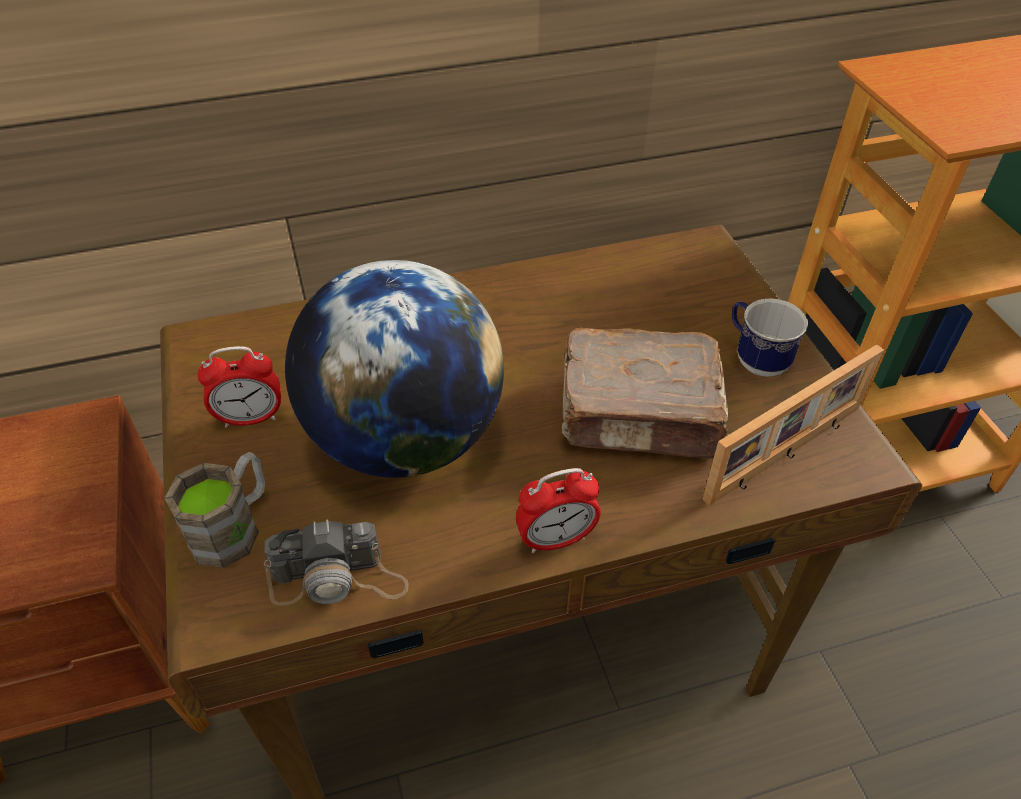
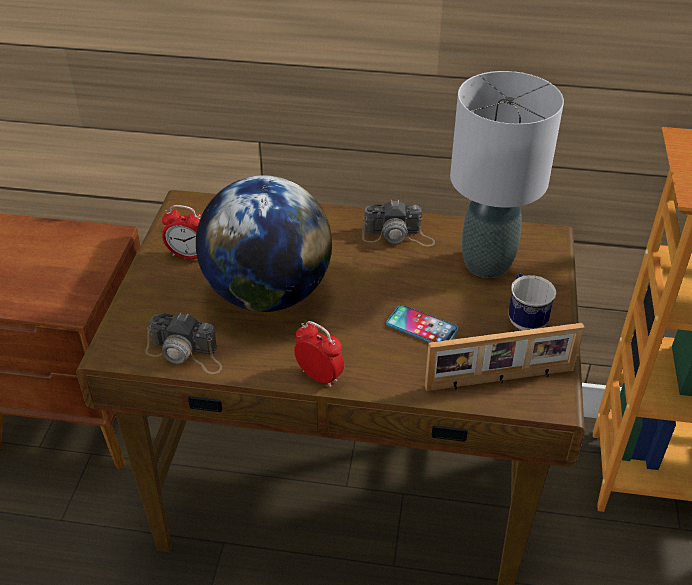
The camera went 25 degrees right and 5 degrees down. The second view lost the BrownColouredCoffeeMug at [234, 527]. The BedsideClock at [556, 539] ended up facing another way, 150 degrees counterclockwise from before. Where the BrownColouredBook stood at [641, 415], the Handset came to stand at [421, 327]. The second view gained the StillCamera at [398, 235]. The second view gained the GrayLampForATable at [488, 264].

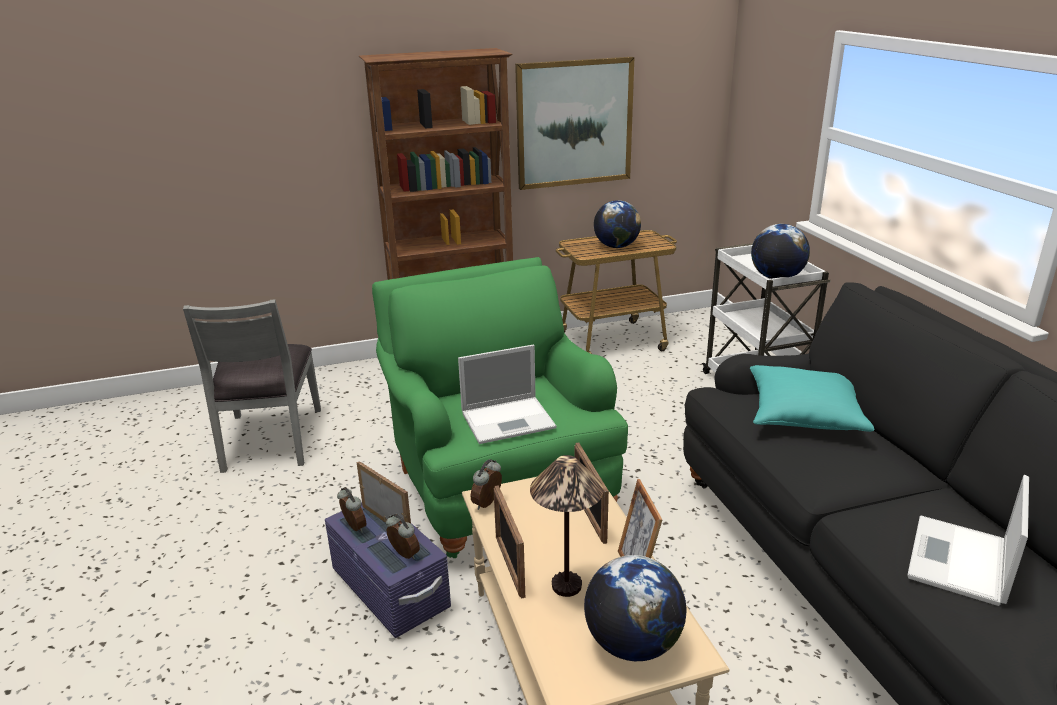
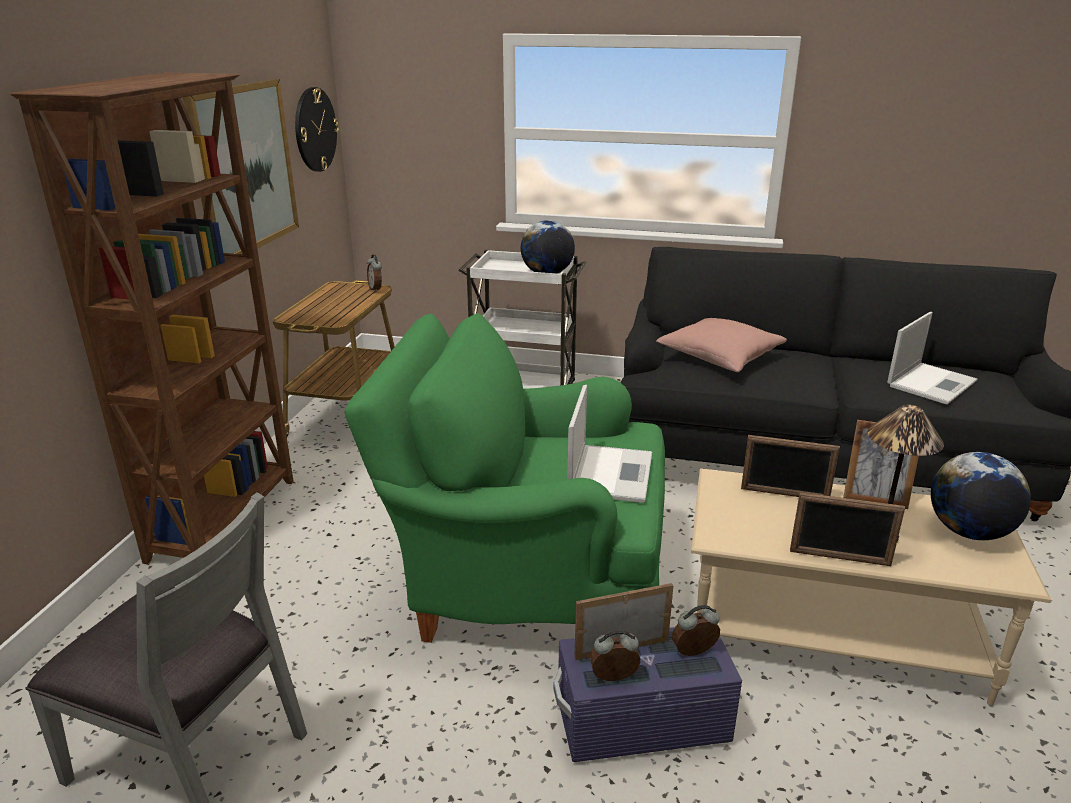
The camera went 60 degrees left and 0 degrees up. The BedsideClock ended up elsewhere, having gone from [488, 504] to [376, 289]. The second view lost the WorldGlobe at [616, 246]. What was the BlueGreenCushion at [804, 414] turned into the PinkColouredCushion at [719, 357]. The NotebookComputer at [959, 562] ended up facing another way, 105 degrees counterclockwise from before. The second view gained the ClockOnTheWall at [315, 130].

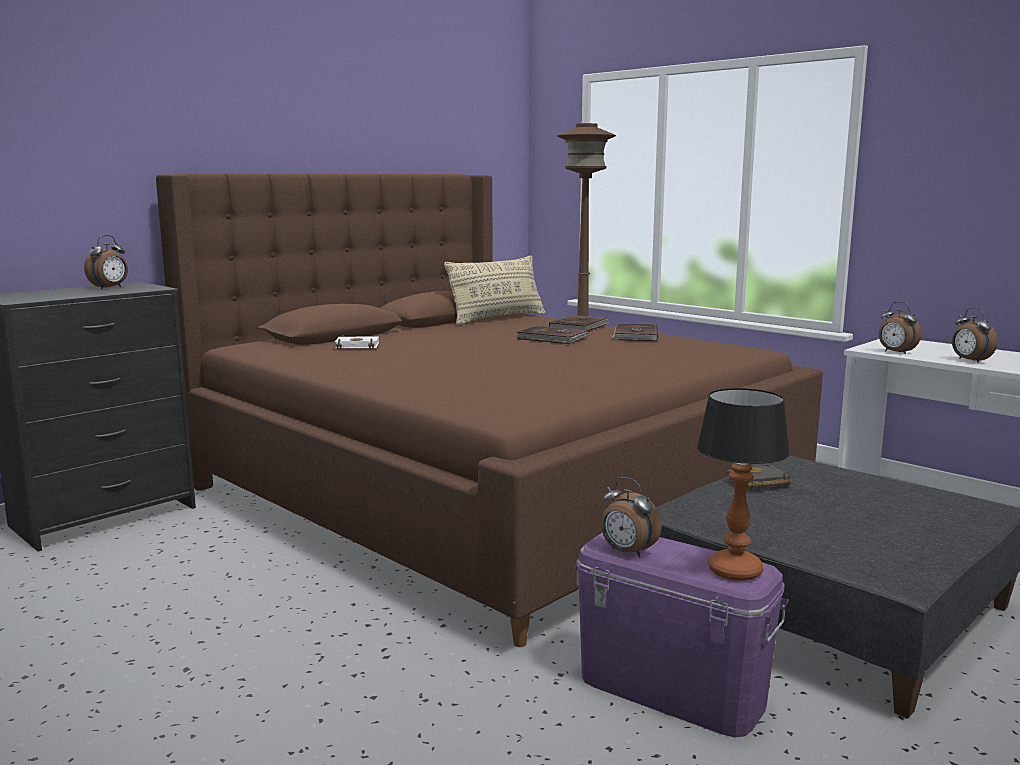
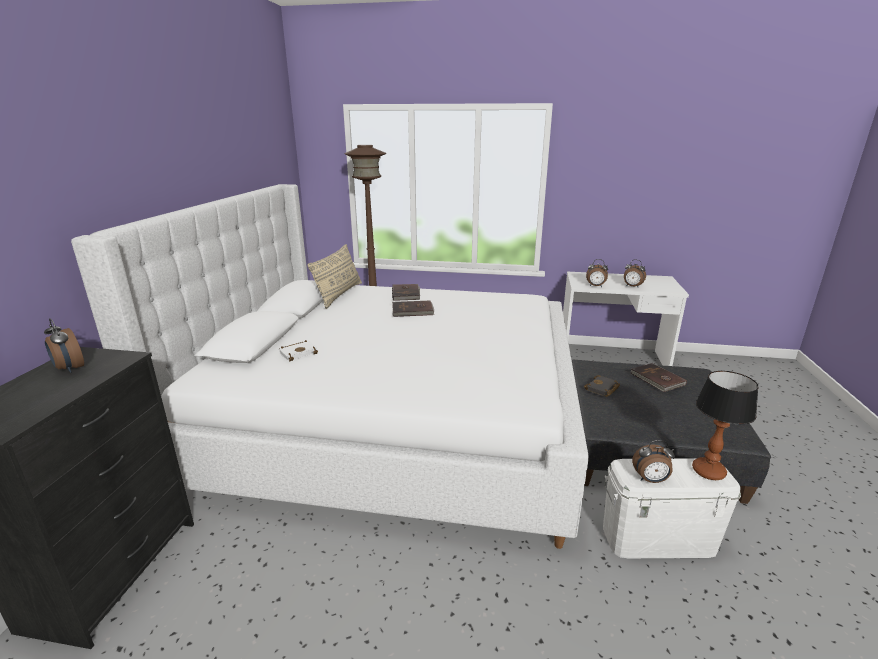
The camera went 35 degrees left and 10 degrees up. The BedsideClock at [110, 288] ended up facing another way, 135 degrees clockwise from before. What was the BrownColouredSleepingBed at [489, 490] turned into the WhiteColouredSleepingBed at [392, 421]. What was the PurpleColouredStorageBox at [672, 690] turned into the WhiteColouredStorageBox at [658, 539]. The BrownColouredBook ended up elsewhere, having gone from [635, 336] to [657, 379].

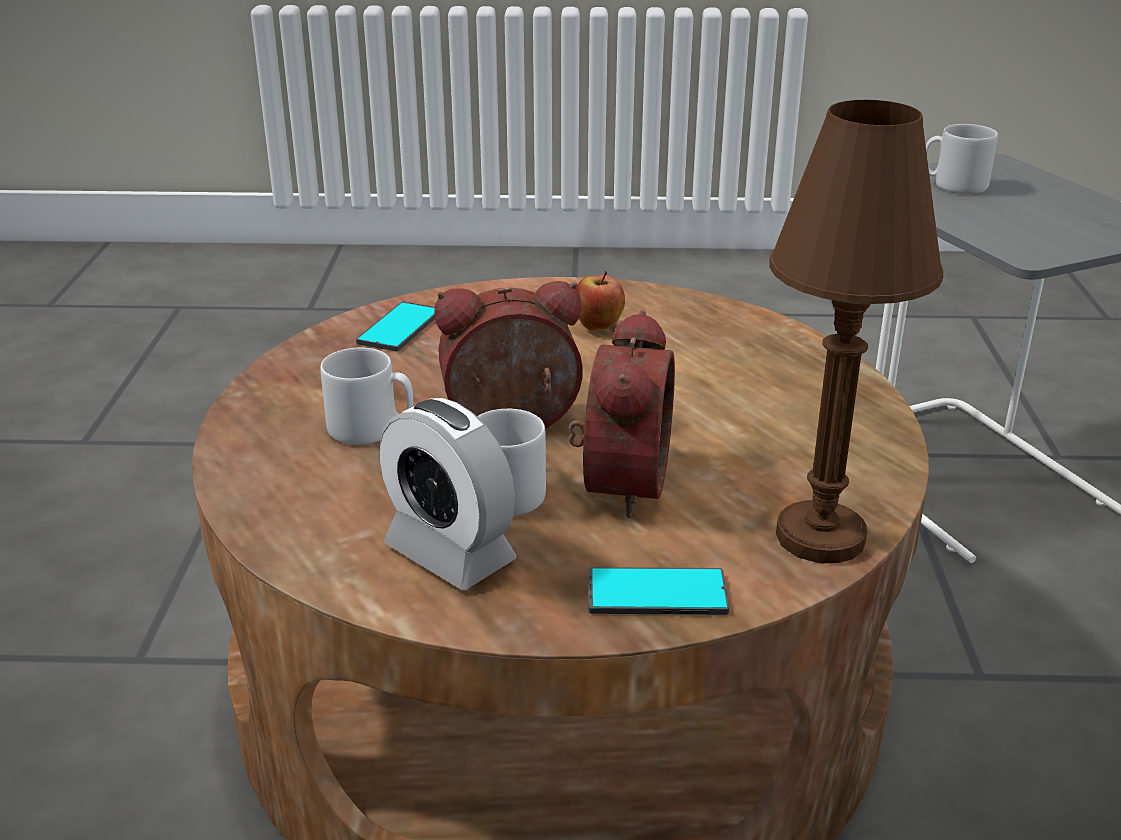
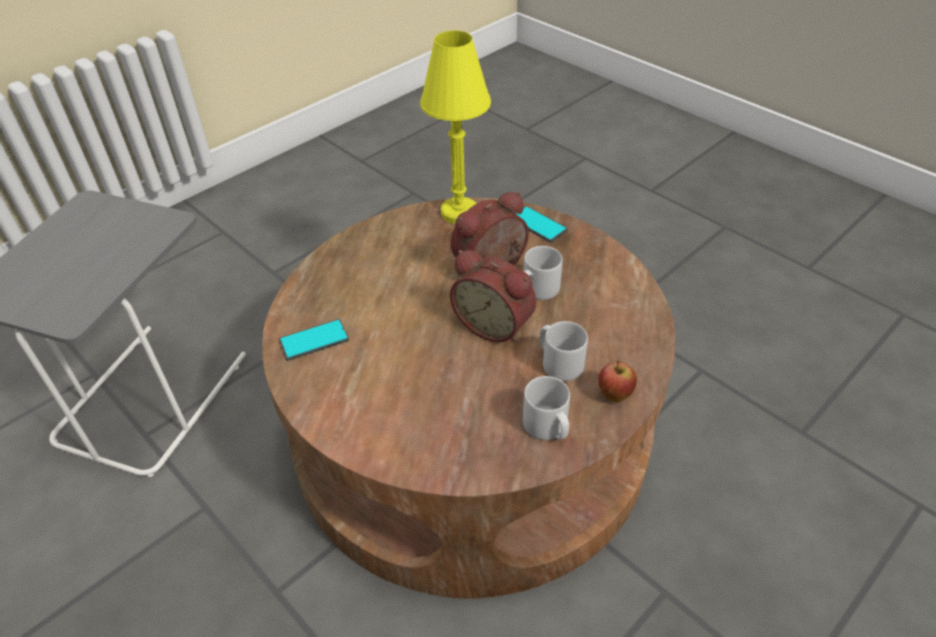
The camera went 135 degrees left and 15 degrees up. The Handset ended up elsewhere, having gone from [399, 328] to [314, 340]. The second view lost the BedsideClock at [449, 553]. The WholeApple ended up elsewhere, having gone from [598, 328] to [614, 395]. What was the BrownColouredLampForATable at [820, 537] turned into the YellowishLampForATable at [459, 212]. The GrayCoffeeMug ended up elsewhere, having gone from [953, 185] to [548, 427].

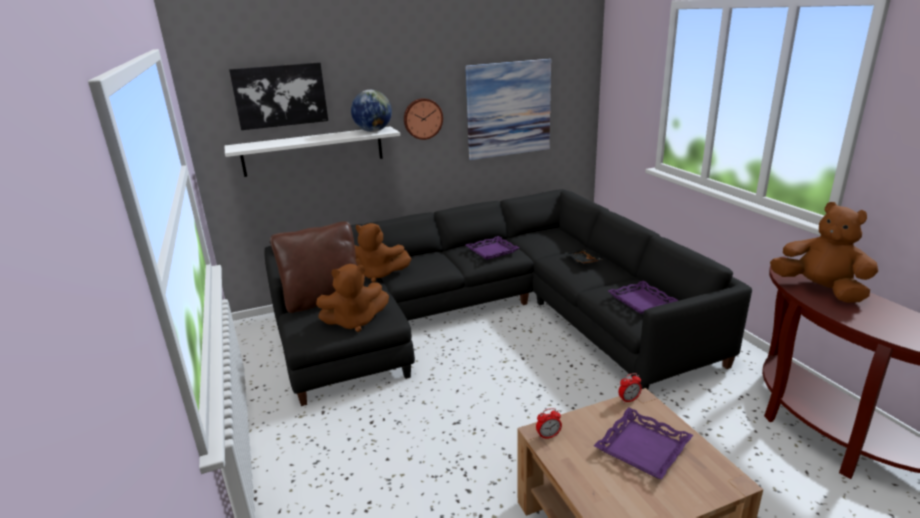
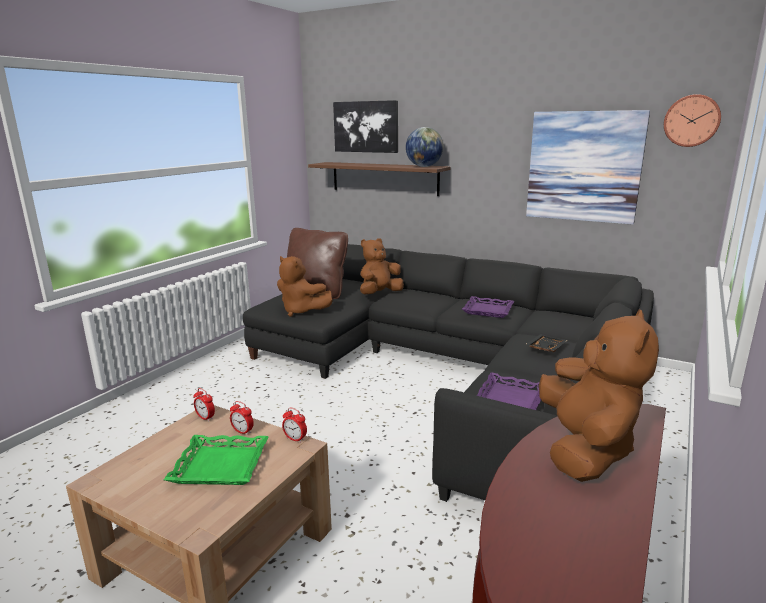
The camera went 50 degrees right and 5 degrees down. What was the WhiteColouredBracketShelf at [313, 151] turned into the BrownColouredBracketShelf at [384, 178]. The BrownColouredCuddlyToy at [379, 274] ended up facing another way, 75 degrees clockwise from before. The ClockOnTheWall ended up elsewhere, having gone from [422, 118] to [691, 121]. What was the PurpleColouredCarryingTray at [642, 447] turned into the GreenColouredCarryingTray at [221, 465]. The second view gained the BedsideClock at [243, 432].

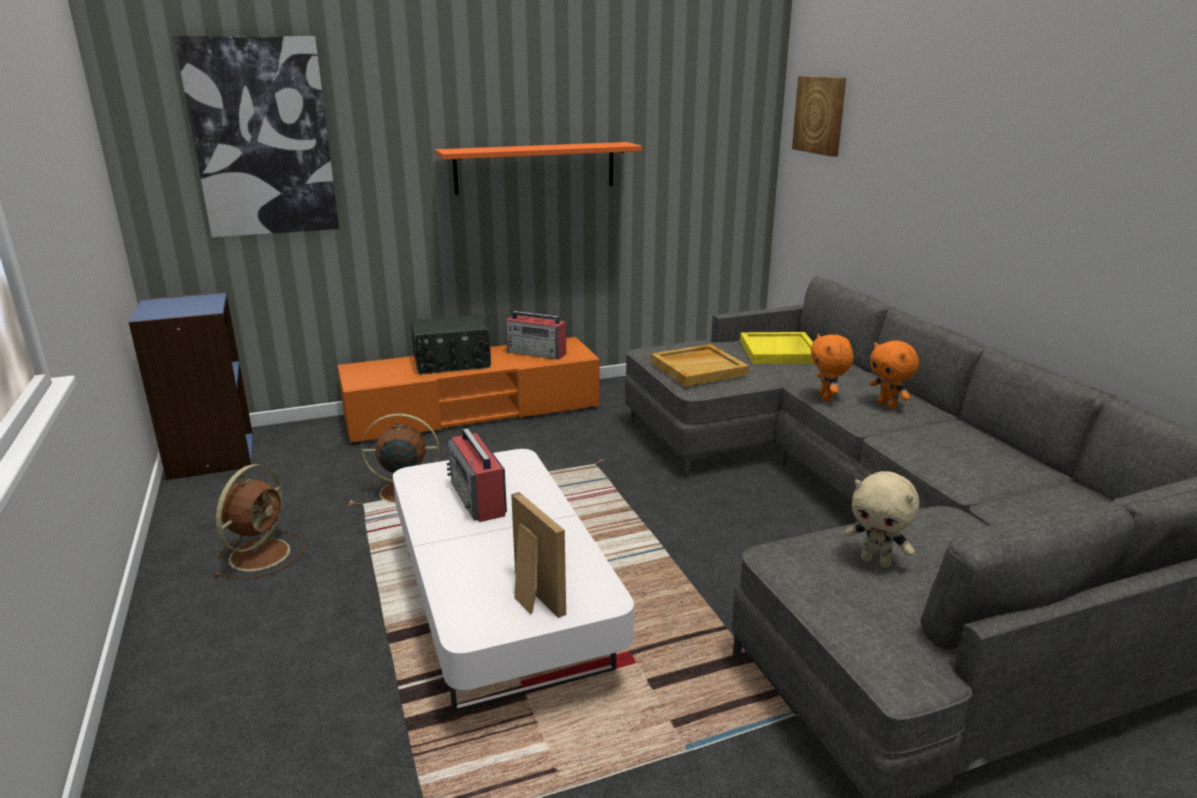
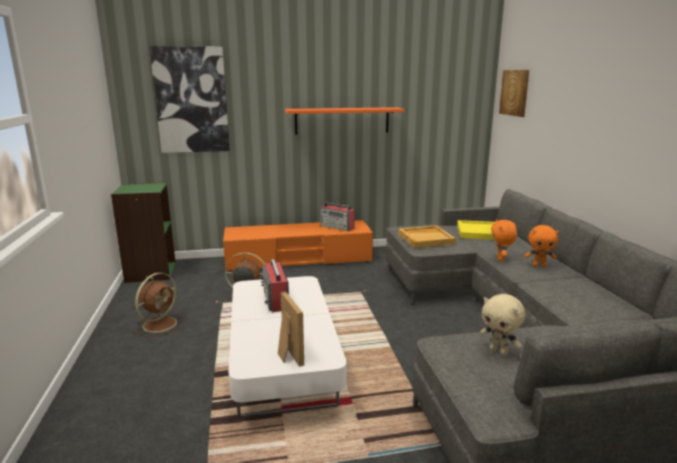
The camera went 10 degrees right and 5 degrees down. What was the BlueColouredBookshelf at [210, 456] turned into the GreenColouredBookshelf at [150, 272]. The second view lost the RadioReceiver at [452, 363]. The OrangeCuddlyToy at [888, 405] ended up facing another way, 60 degrees counterclockwise from before.

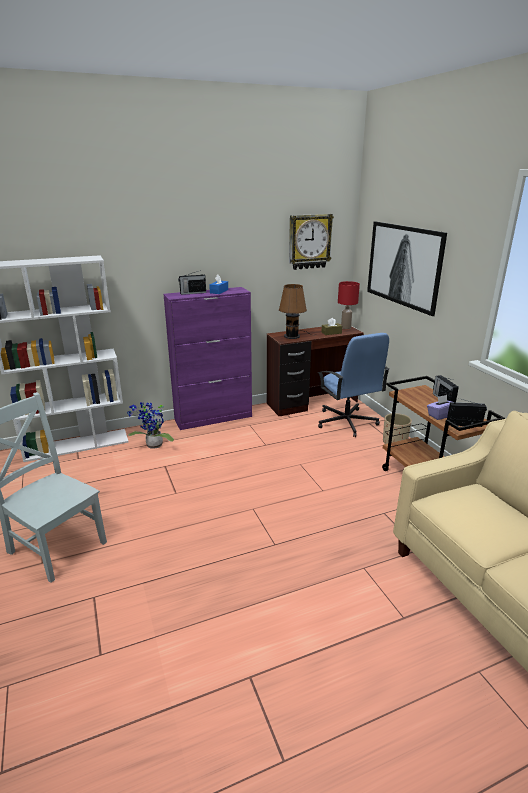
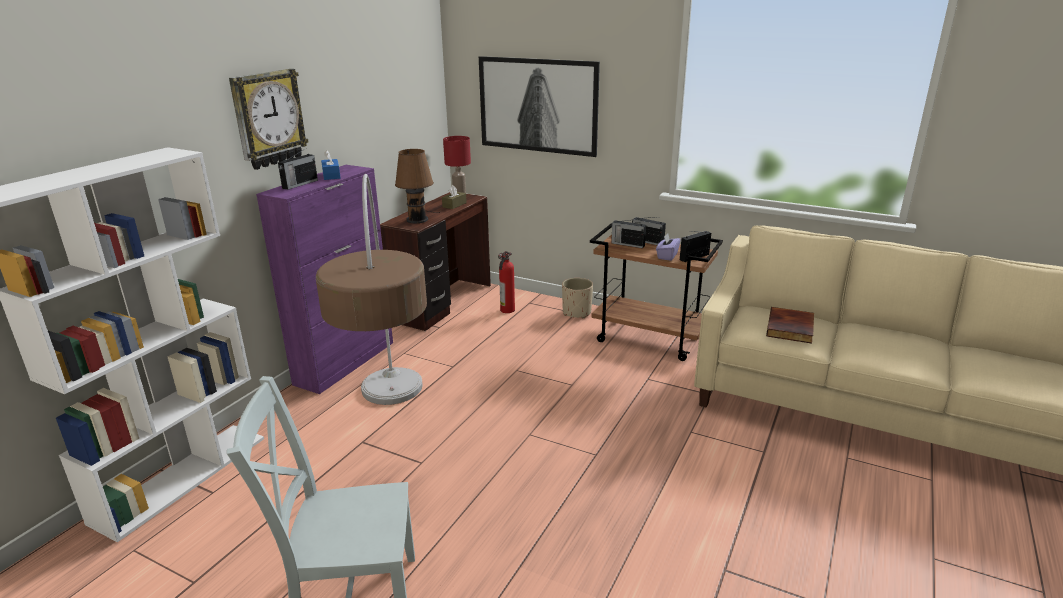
The camera went 40 degrees left and 0 degrees up. The second view lost the PlantInAPot at [153, 446]. The ClockOnTheWall ended up elsewhere, having gone from [309, 241] to [268, 118]. Where the BlueColouredOfficeChair stood at [346, 422], the FireExtinguisher came to stand at [507, 310]. The second view gained the StandardLamp at [394, 437]. The second view gained the RadioReceiver at [627, 244]. The second view gained the Book at [791, 328].

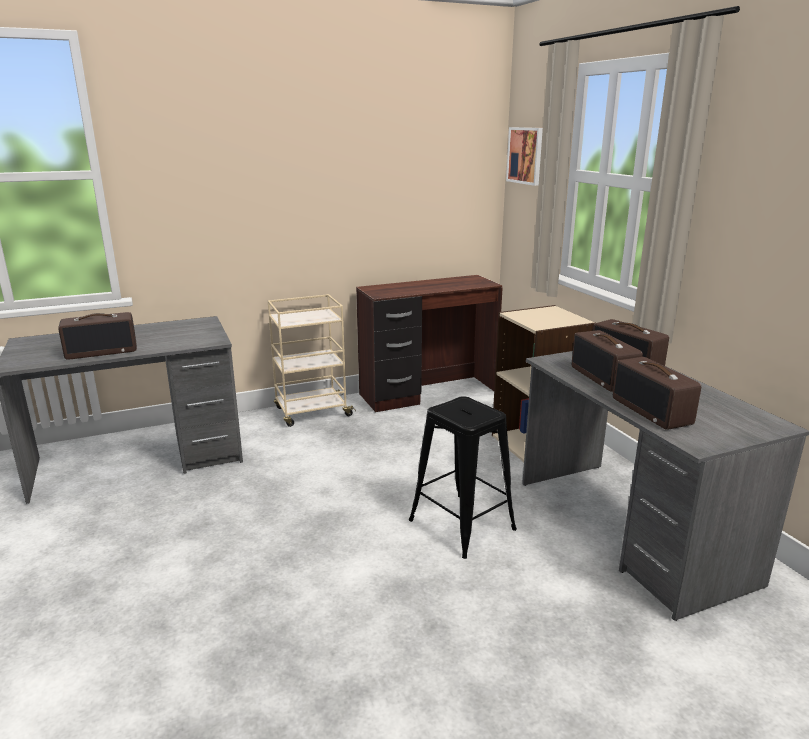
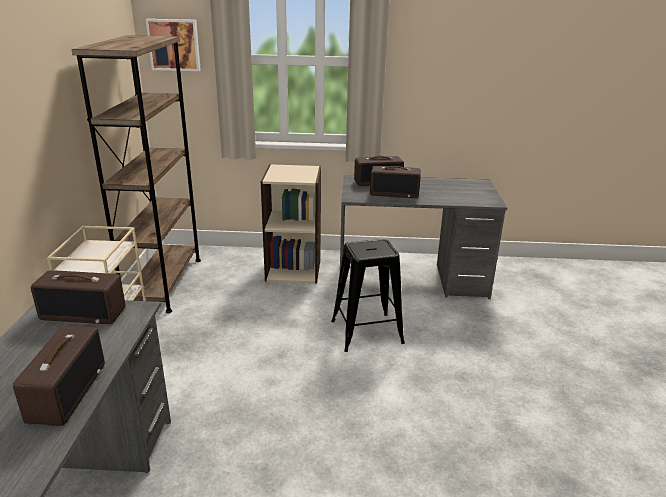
The camera went 65 degrees left and 5 degrees up. Where the BrownColouredDesk stood at [429, 393], the BrownColouredBookshelf came to stand at [164, 283]. The RadioReceiver ended up elsewhere, having gone from [652, 411] to [84, 313].

